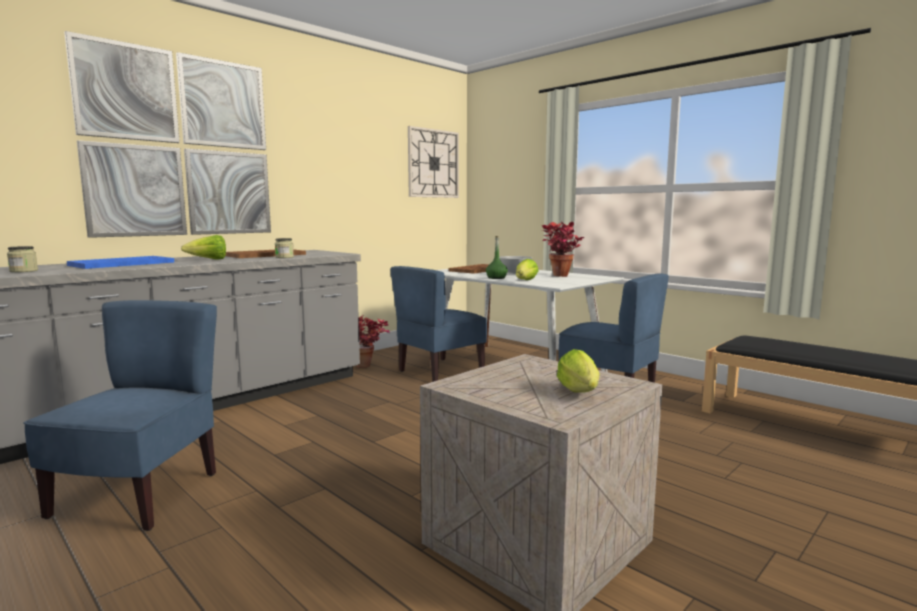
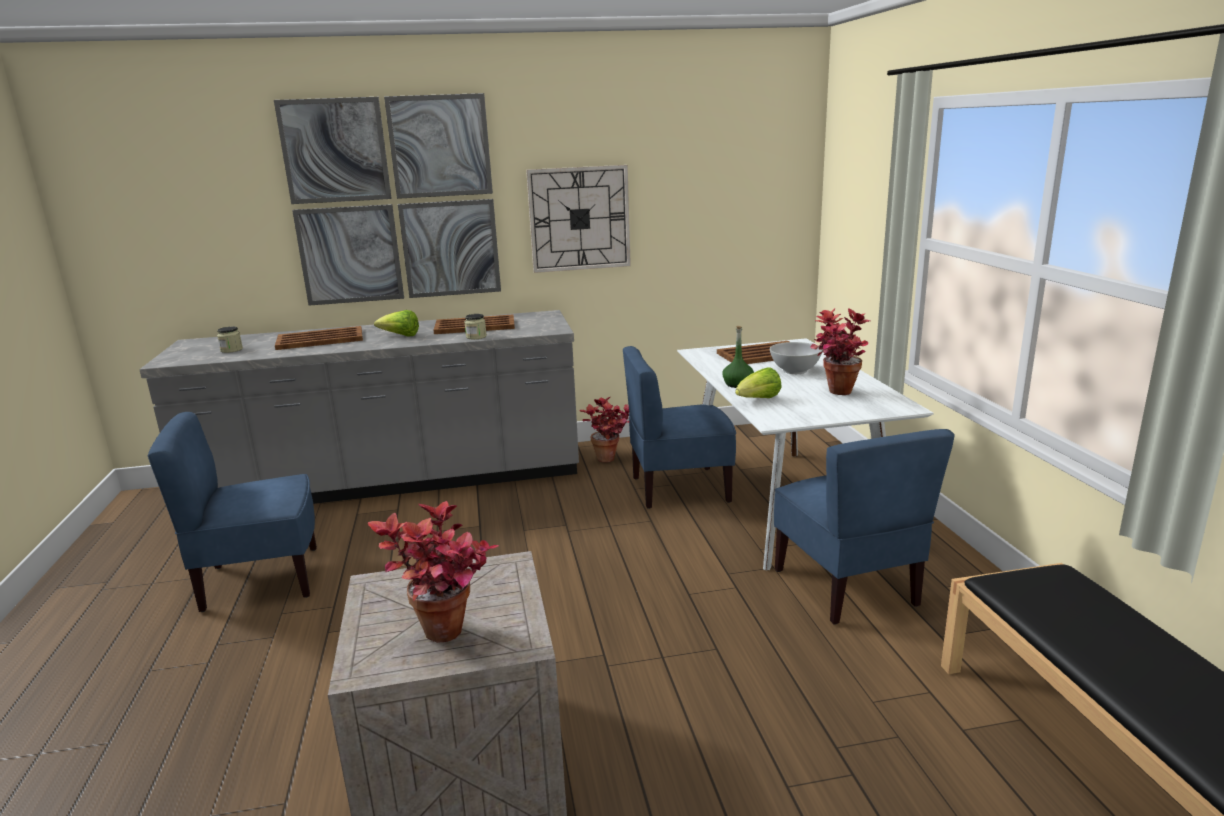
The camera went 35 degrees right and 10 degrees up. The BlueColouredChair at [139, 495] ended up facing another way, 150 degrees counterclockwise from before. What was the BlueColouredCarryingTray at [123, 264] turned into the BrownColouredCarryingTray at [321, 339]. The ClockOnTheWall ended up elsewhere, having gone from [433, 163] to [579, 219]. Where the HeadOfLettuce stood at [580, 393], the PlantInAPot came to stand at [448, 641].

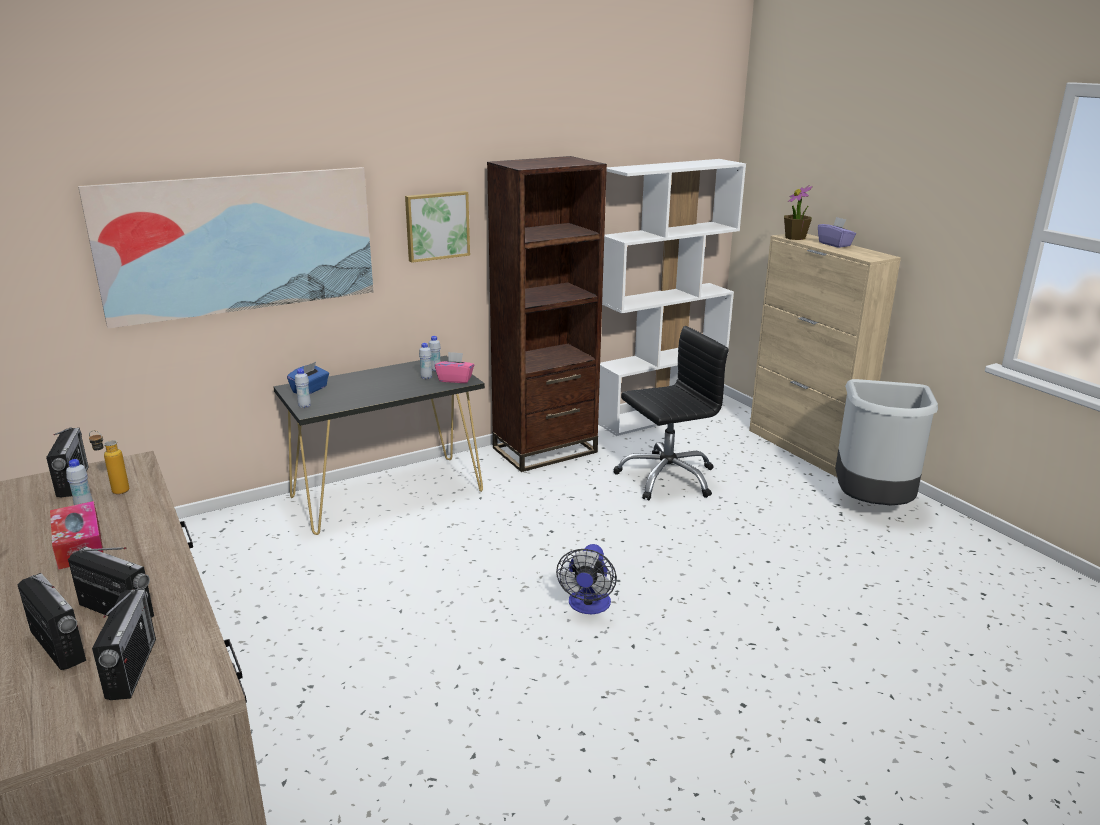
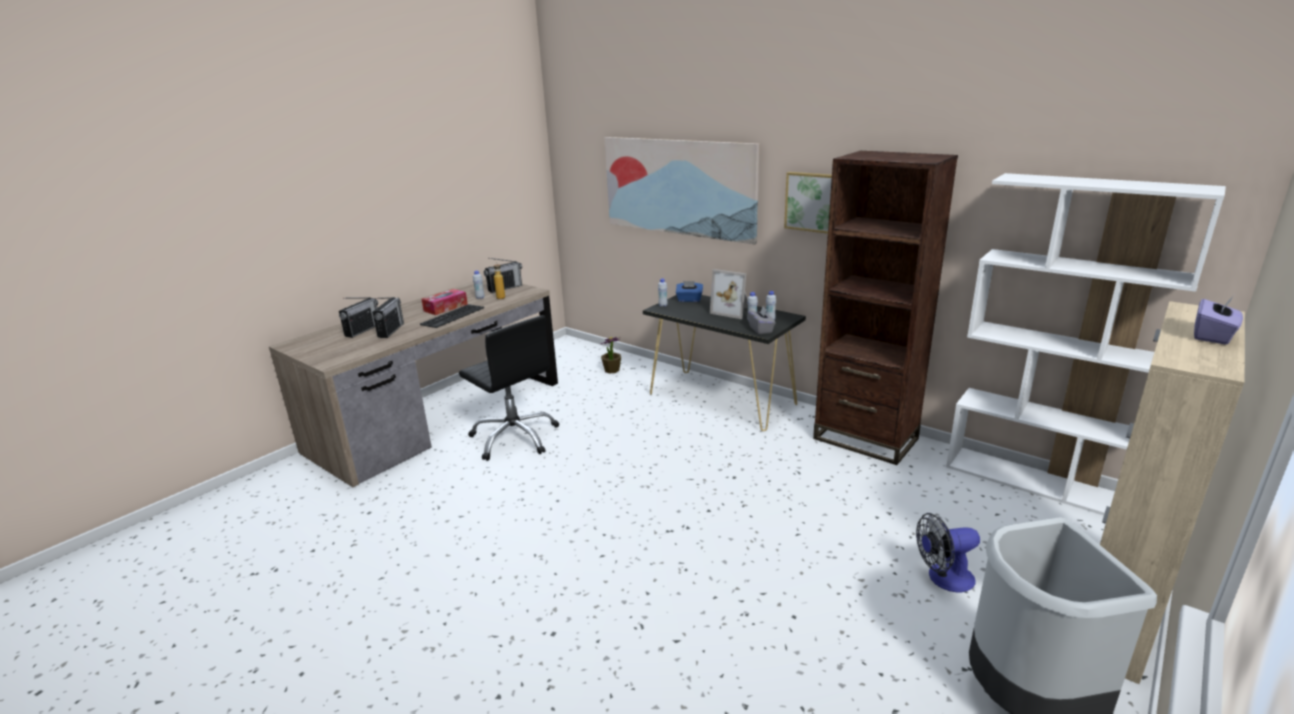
The camera went 70 degrees right and 0 degrees up. The second view lost the RadioReceiver at [131, 668]. What was the PinkColouredTissueBox at [455, 379] turned into the GrayTissueBox at [761, 329]. The CoolingFan ended up elsewhere, having gone from [588, 606] to [943, 578]. The BlackOfficeChair ended up elsewhere, having gone from [666, 477] to [515, 437]. The PlantInAPot ended up elsewhere, having gone from [795, 237] to [611, 370]. The second view gained the Keyboard at [452, 316]. The second view gained the StandingFrame at [733, 311].

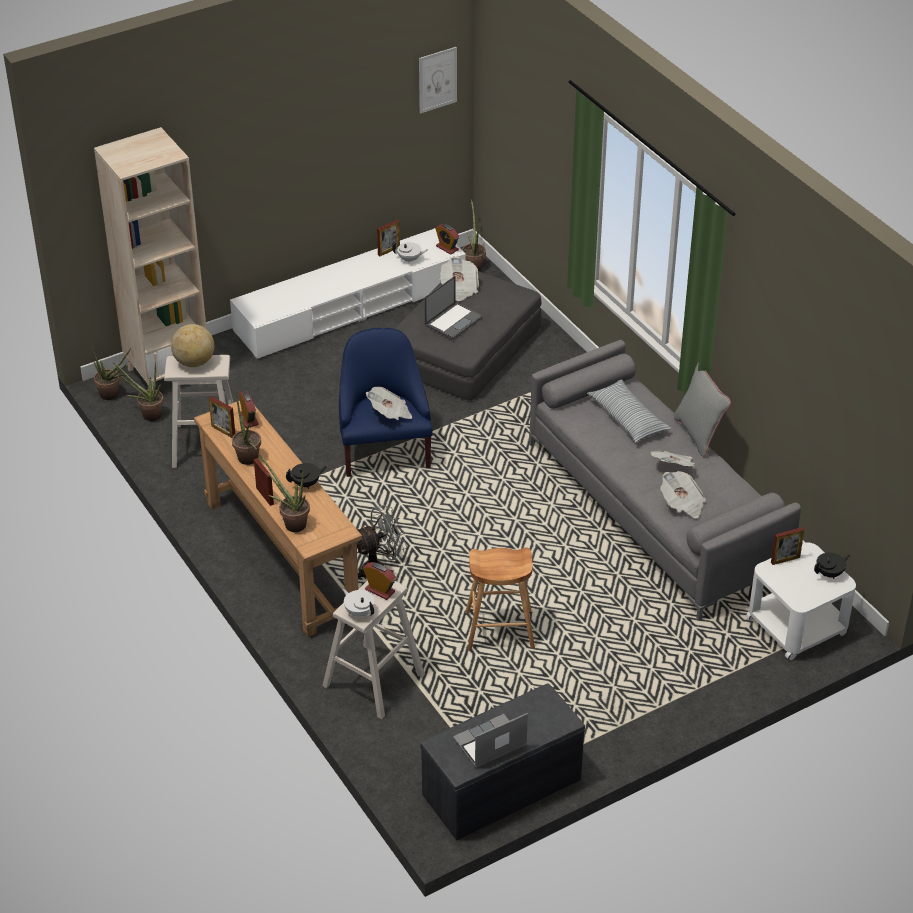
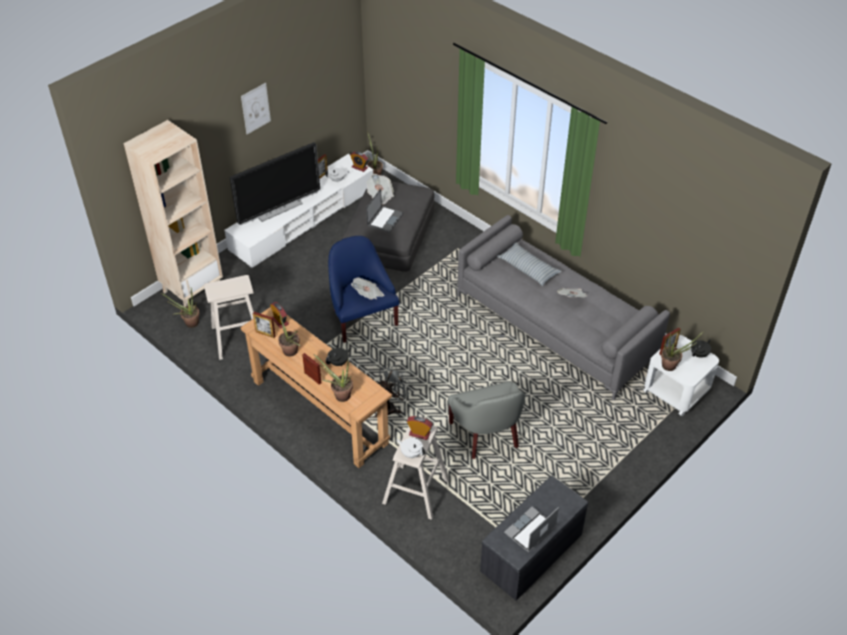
The camera went 15 degrees left and 5 degrees up. The PlantInAPot ended up elsewhere, having gone from [113, 395] to [672, 366]. The second view lost the WorldGlobe at [194, 362]. The Picture ended up elsewhere, having gone from [437, 79] to [255, 108]. Where the BrownColouredStool stood at [500, 630], the GrayArmchair came to stand at [487, 435]. The second view lost the PrintedPaper at [682, 504]. The second view lost the GrayCushion at [698, 435]. The second view gained the Television at [278, 208].

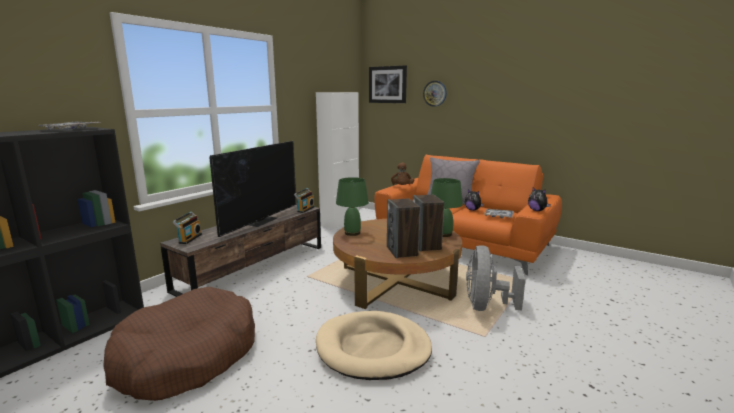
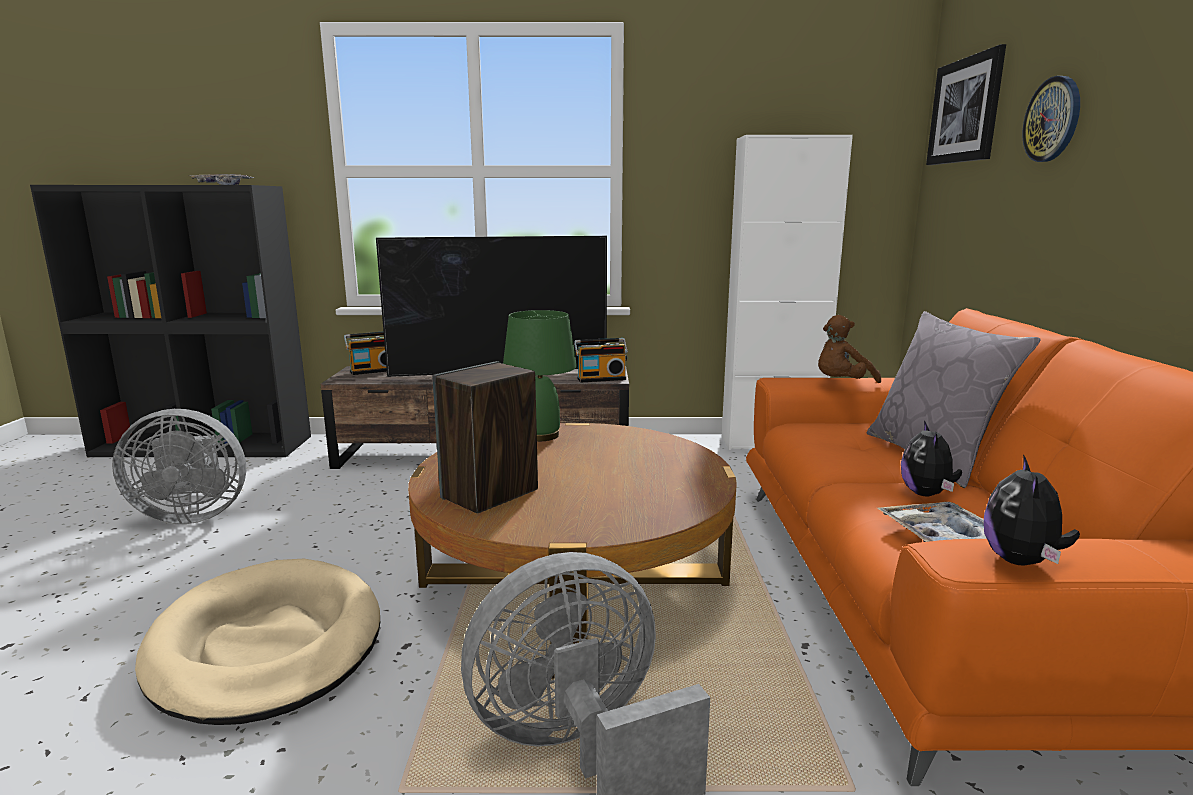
The camera went 55 degrees right and 0 degrees up. Where the BrownColouredPetBed stood at [187, 356], the GrayCoolingFan came to stand at [191, 515]. The second view lost the Loudspeaker at [426, 245]. The second view lost the GreenColouredLampForATable at [444, 234].

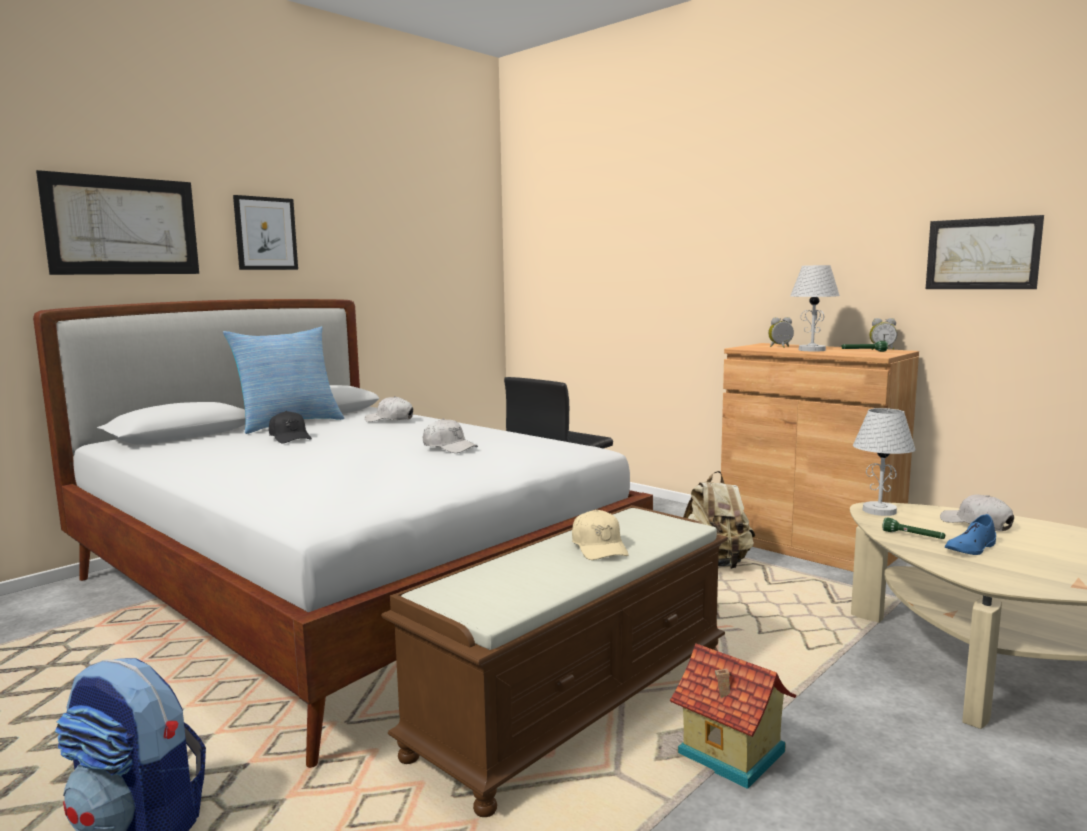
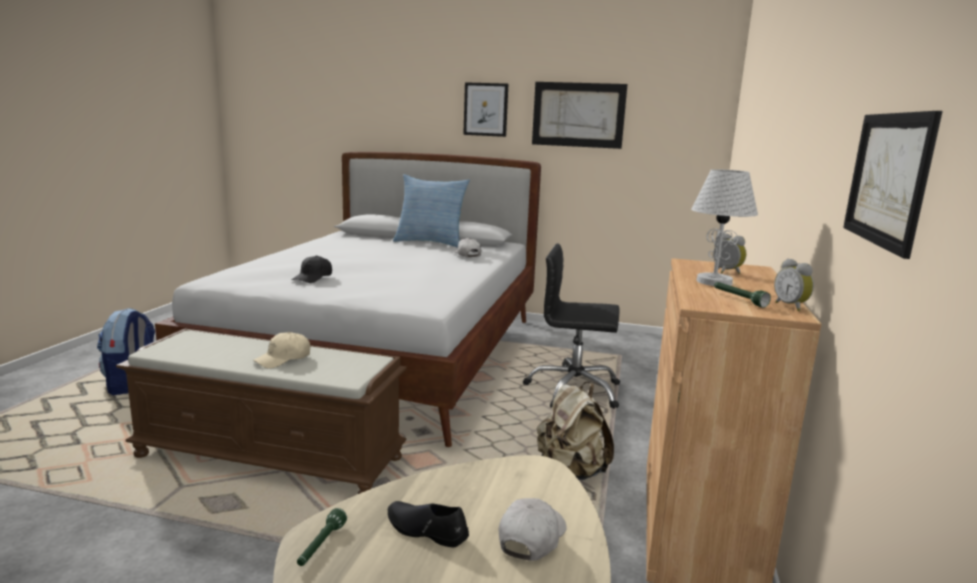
The camera went 60 degrees right and 5 degrees up. The Picture ended up elsewhere, having gone from [123, 226] to [578, 115]. The BlackBaseballCap ended up elsewhere, having gone from [290, 438] to [313, 278]. The second view lost the WhiteColouredBaseballCap at [449, 447]. The second view lost the ToyHouse at [730, 754]. The second view lost the WhiteColouredLampForATable at [880, 510]. The GreenColouredFlashlight ended up elsewhere, having gone from [913, 536] to [321, 546]. What was the BlueColouredLowShoe at [971, 548] turned into the BlackLowShoe at [426, 530].

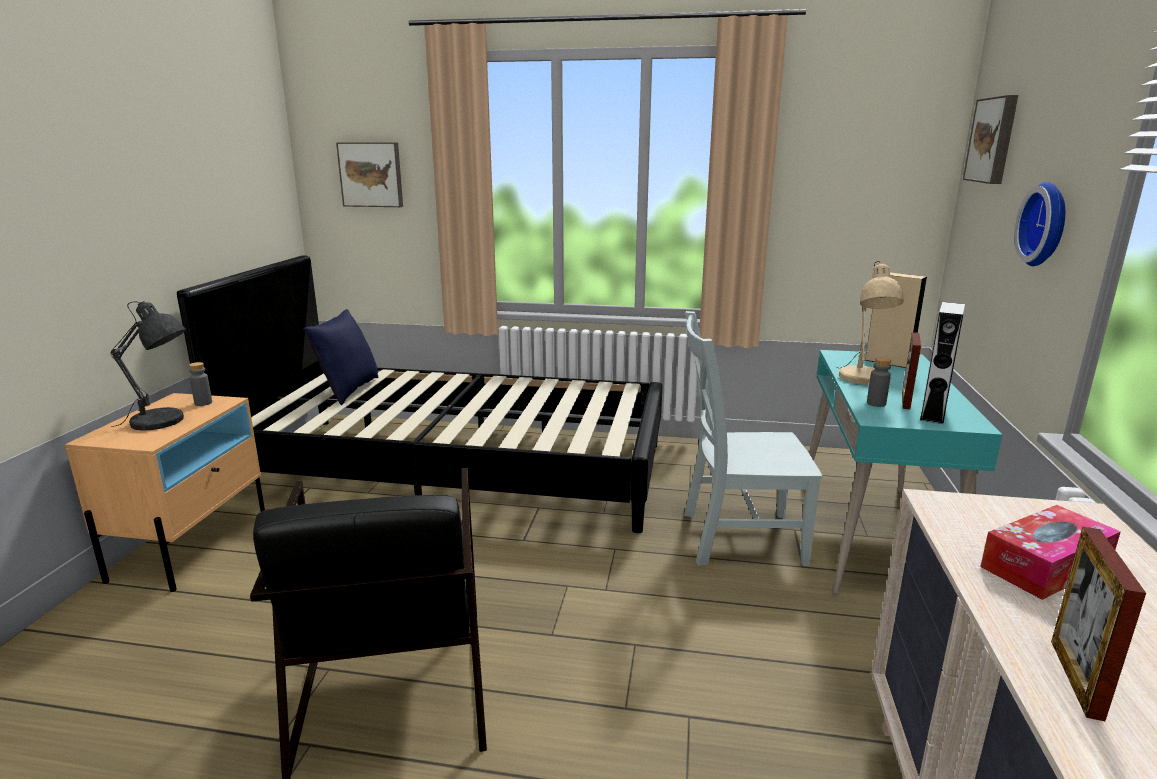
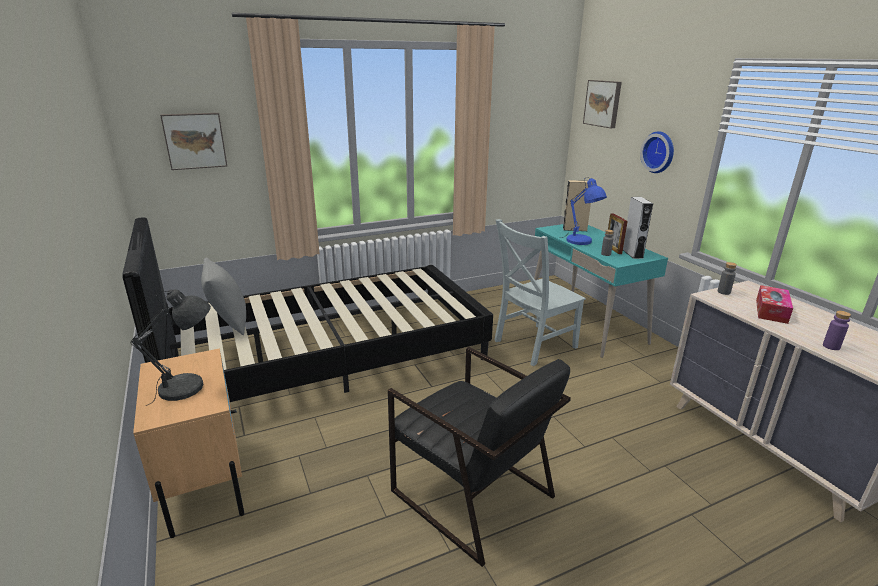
The camera went 35 degrees left and 5 degrees up. The GrayBottle ended up elsewhere, having gone from [203, 403] to [723, 292]. What was the BlueColouredCushion at [348, 391] turned into the GrayCushion at [229, 323]. What was the SandColouredLampForATable at [863, 380] turned into the BlueColouredLampForATable at [581, 242]. Where the StandingFrame stood at [1076, 678], the PurpleColouredBottle came to stand at [831, 346].

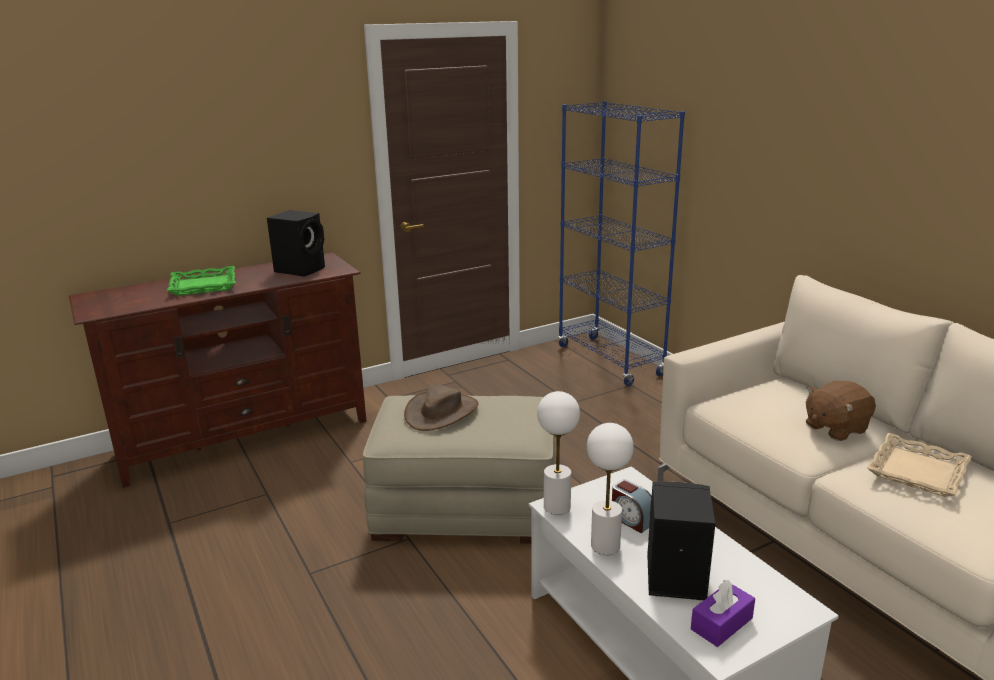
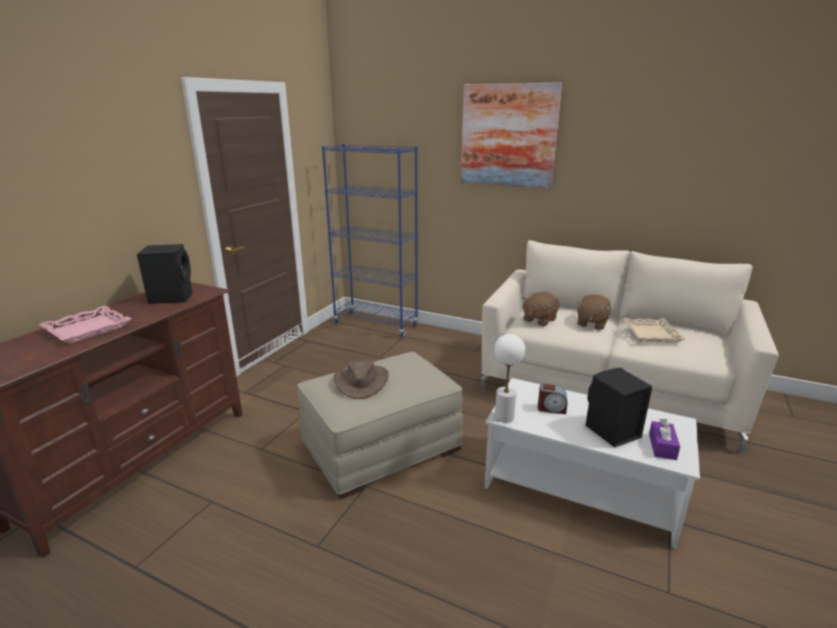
The camera went 35 degrees left and 0 degrees up. What was the GreenColouredCarryingTray at [203, 286] turned into the PinkColouredCarryingTray at [88, 329]. The second view lost the WhiteColouredLampForATable at [605, 545]. The second view gained the Picture at [508, 136]. The second view gained the BrownColouredCuddlyToy at [539, 320].

